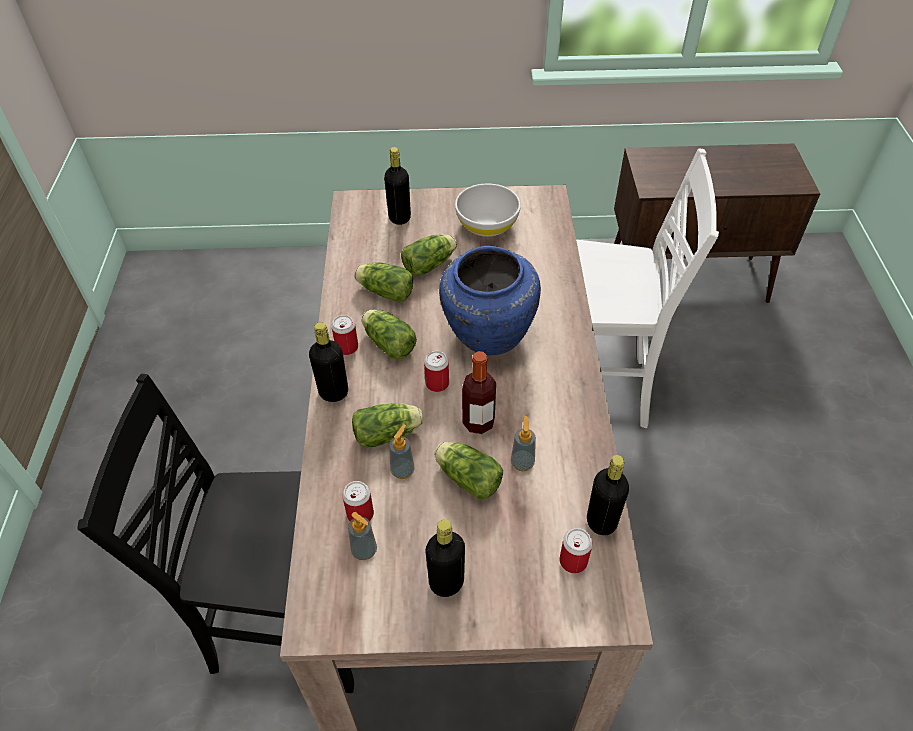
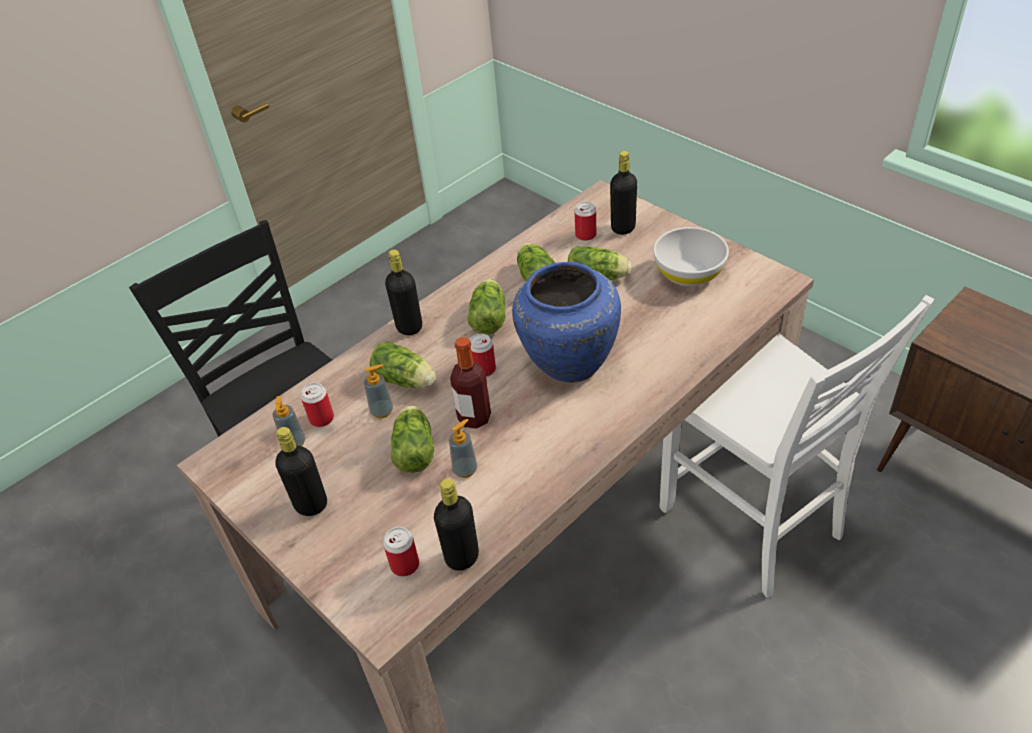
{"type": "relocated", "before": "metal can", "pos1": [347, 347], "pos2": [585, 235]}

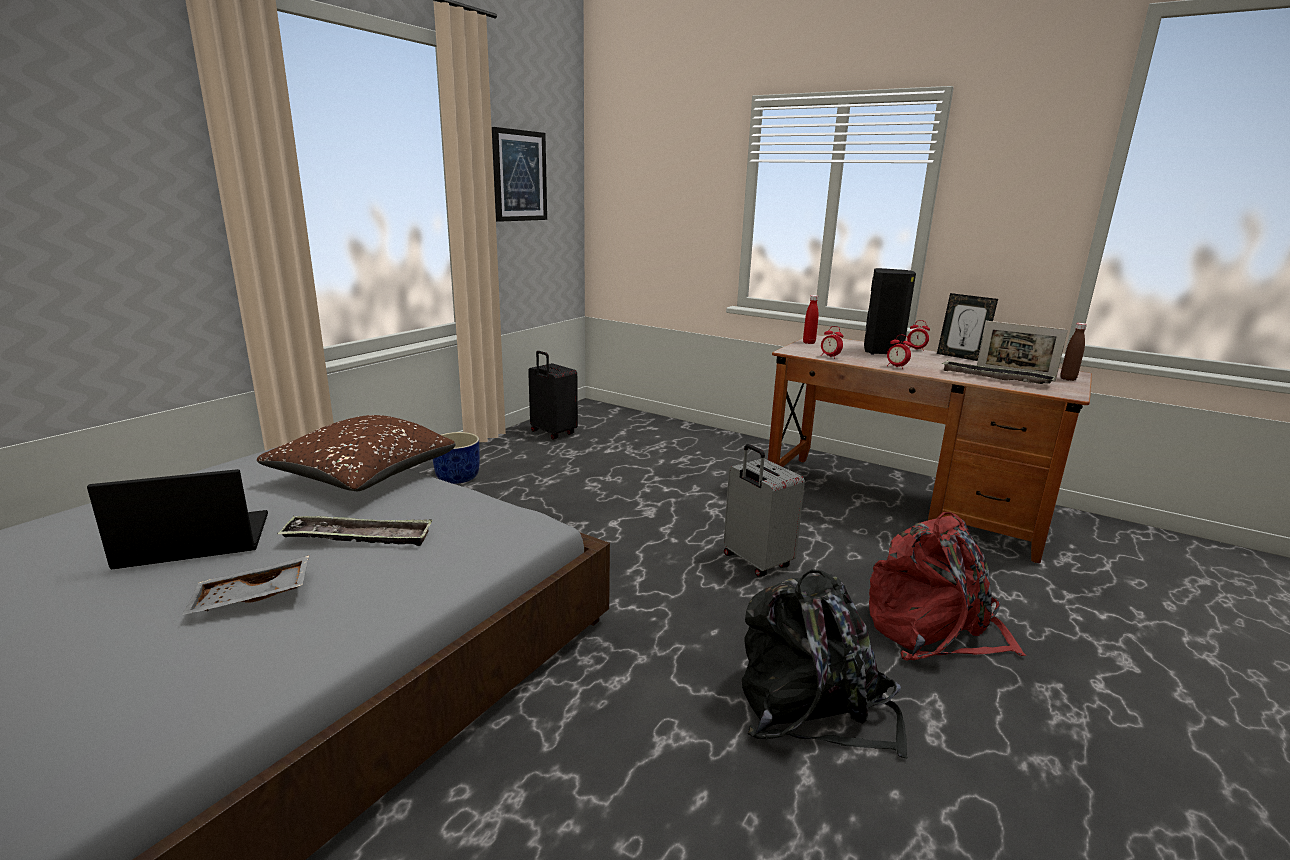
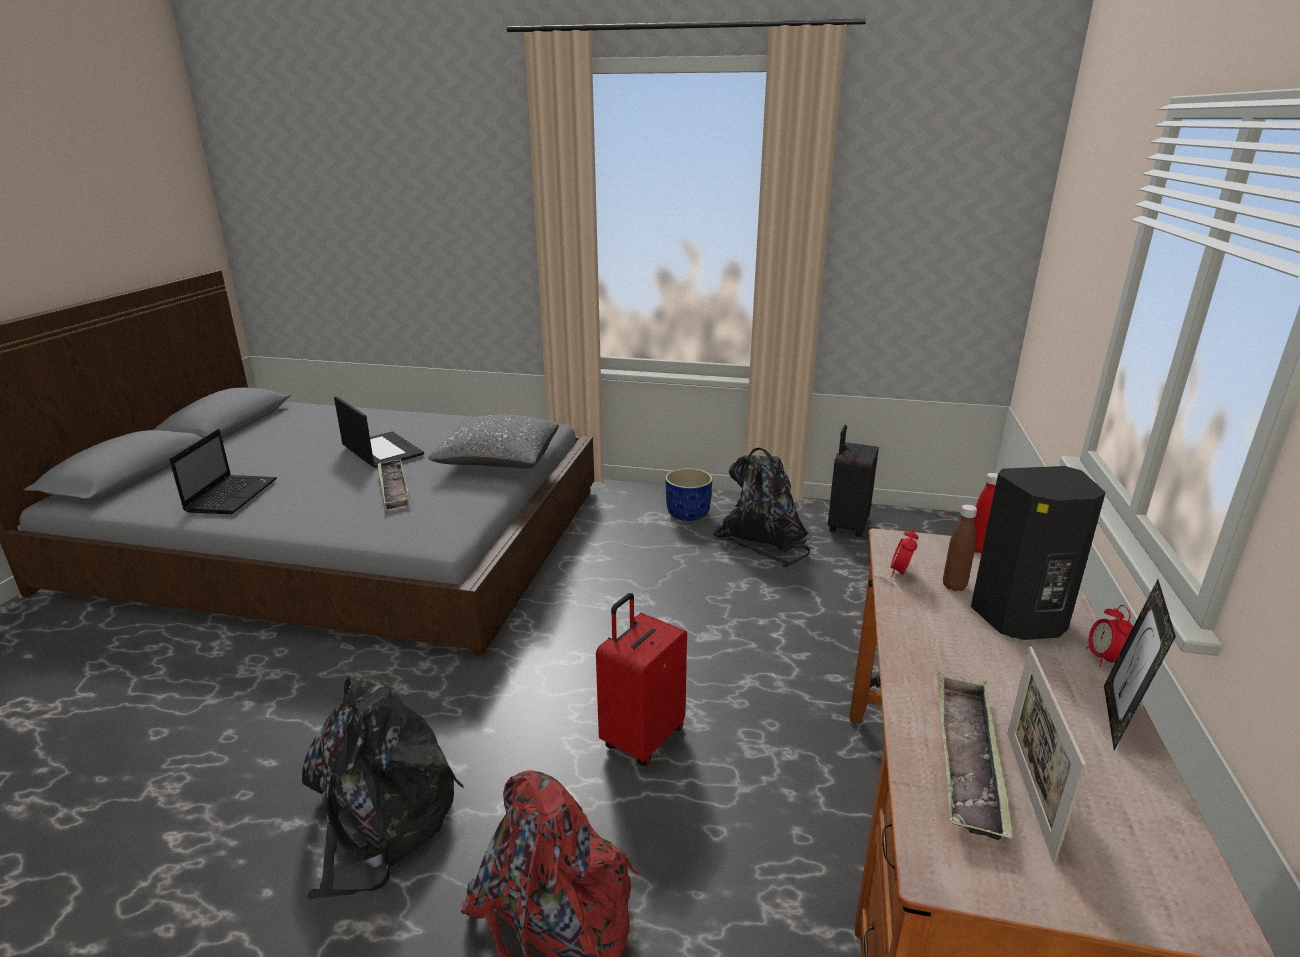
{"type": "appeared", "after": "portable computer", "pos2": [232, 495]}
{"type": "colour", "before": "brown throw pillow", "after": "grey throw pillow", "pos1": [363, 477], "pos2": [498, 460]}
{"type": "colour", "before": "grey travel case", "after": "red travel case", "pos1": [755, 562], "pos2": [641, 738]}
{"type": "appeared", "after": "blackish knapsack", "pos2": [764, 539]}
{"type": "relocated", "before": "brown drink bottle", "pos1": [1068, 379], "pos2": [954, 586]}
{"type": "missing", "before": "grey serving tray", "pos1": [251, 599]}
{"type": "missing", "before": "wall art", "pos1": [519, 176]}
{"type": "missing", "before": "table clock", "pos1": [896, 367]}

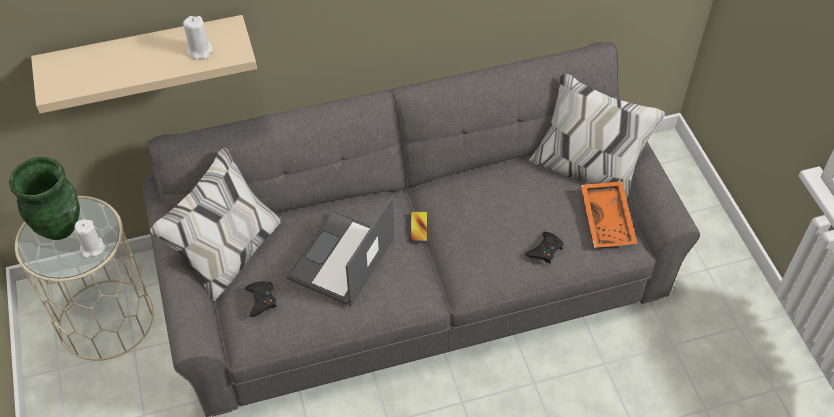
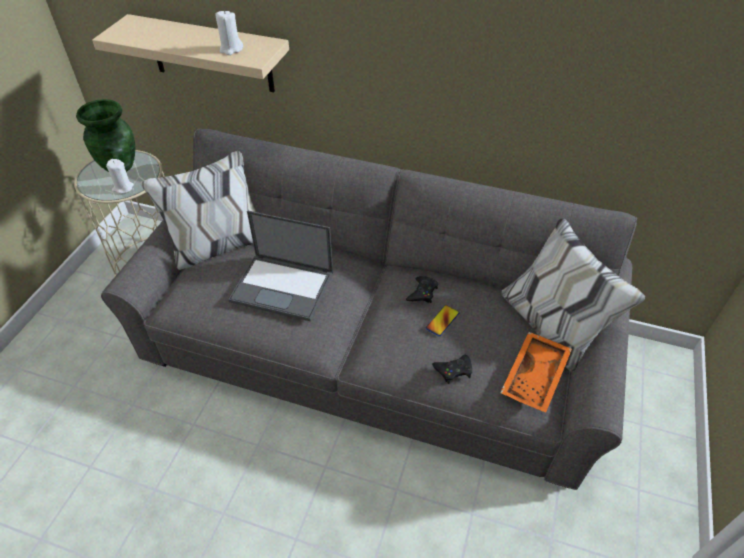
{"type": "spun", "before": "portable computer", "pos1": [341, 259], "pos2": [283, 287], "turn": -135}
{"type": "relocated", "before": "blackish gamepad", "pos1": [261, 300], "pos2": [422, 292]}
{"type": "relocated", "before": "telephone", "pos1": [419, 227], "pos2": [442, 321]}

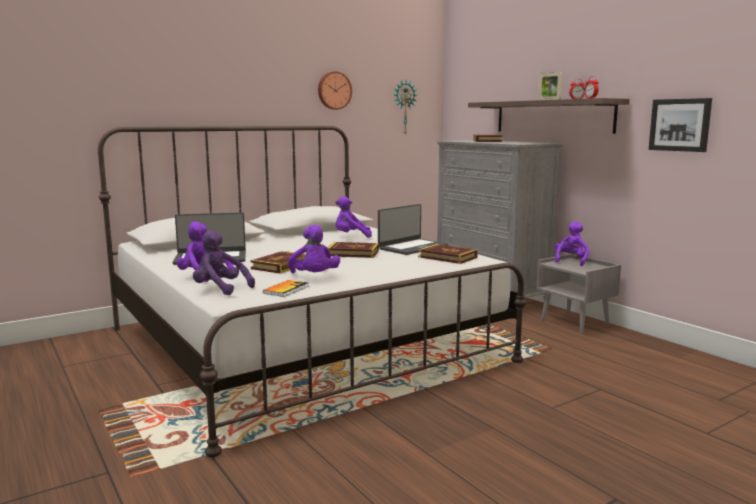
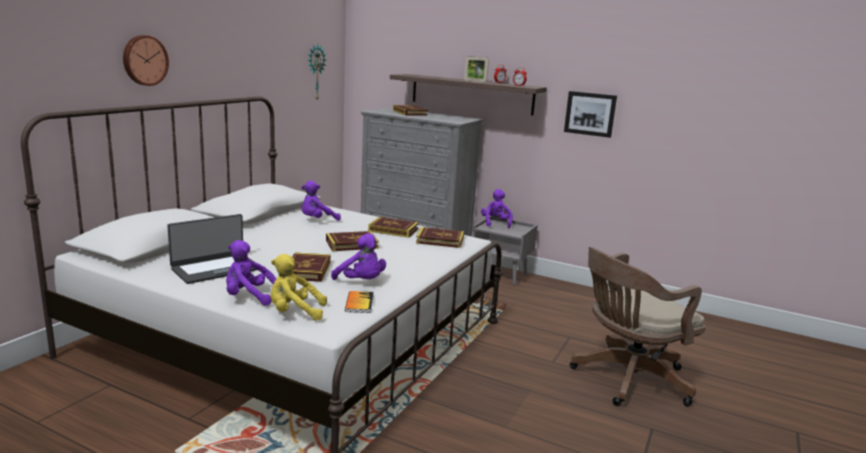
{"type": "relocated", "before": "clock on the wall", "pos1": [334, 90], "pos2": [144, 60]}
{"type": "colour", "before": "purple-coloured soft toy", "after": "yellow soft toy", "pos1": [220, 289], "pos2": [294, 313]}
{"type": "exchanged", "before": "portable computer", "after": "bound book", "pos1": [412, 247], "pos2": [393, 230]}
{"type": "appeared", "after": "brown computer chair", "pos2": [626, 380]}

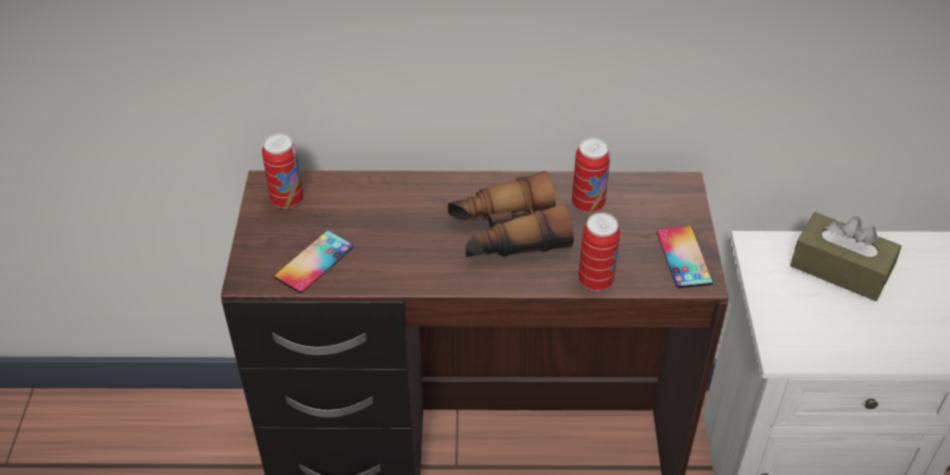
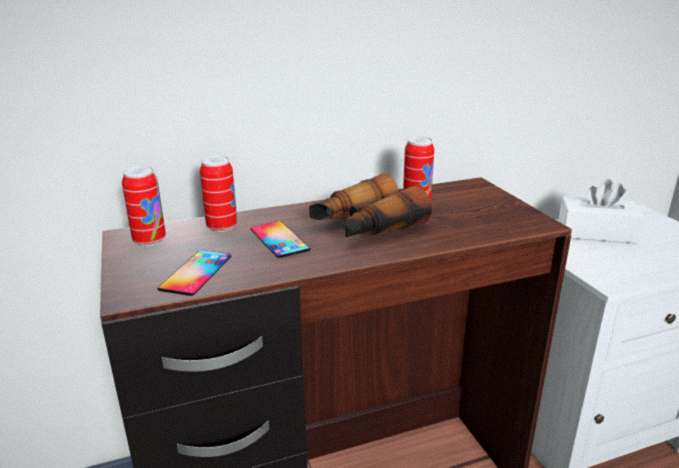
{"type": "relocated", "before": "metal can", "pos1": [595, 281], "pos2": [222, 227]}
{"type": "relocated", "before": "telephone", "pos1": [684, 257], "pos2": [279, 239]}
{"type": "colour", "before": "brown tissue box", "after": "white-coloured tissue box", "pos1": [840, 269], "pos2": [595, 233]}

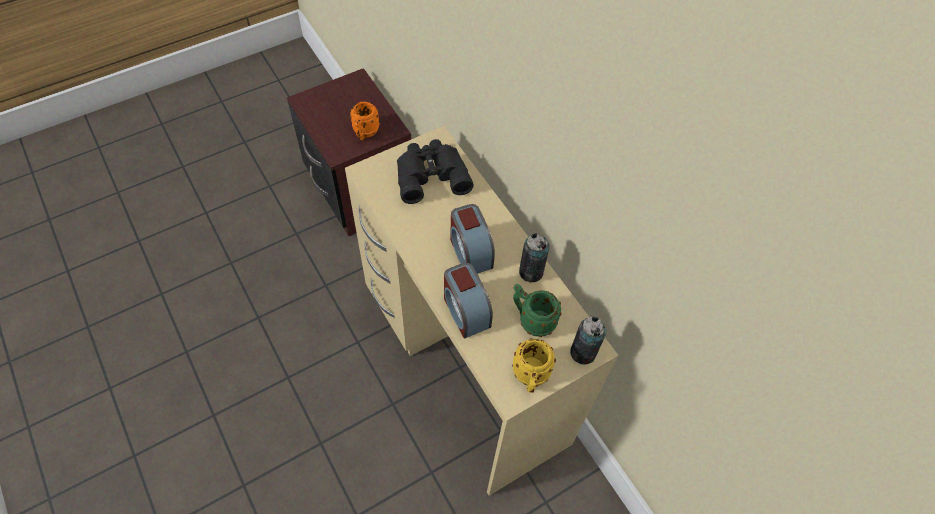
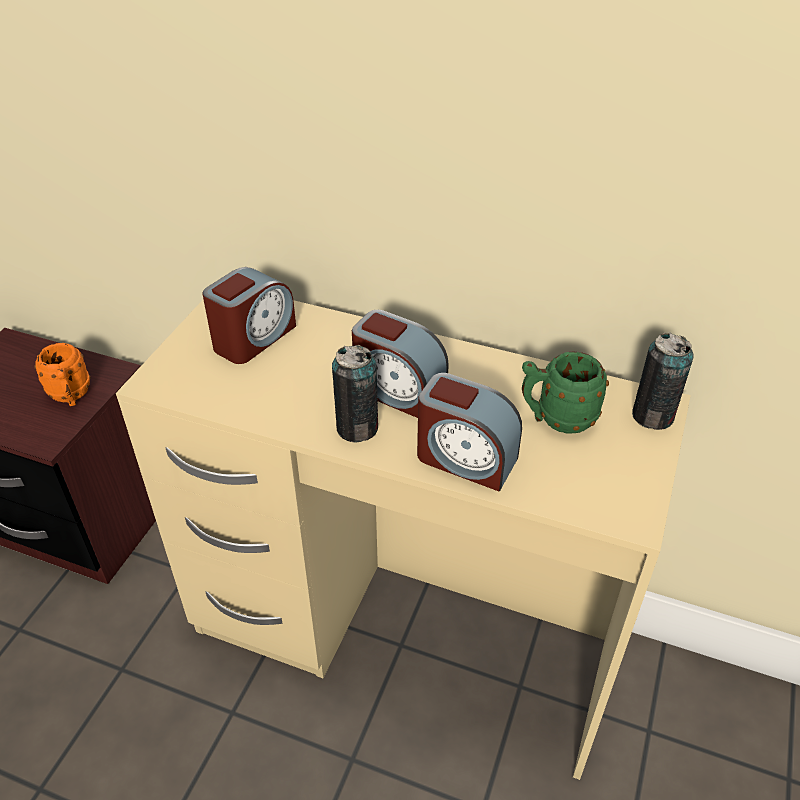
{"type": "exchanged", "before": "blackish binoculars", "after": "table clock", "pos1": [430, 174], "pos2": [253, 338]}
{"type": "relocated", "before": "metal can", "pos1": [531, 272], "pos2": [357, 428]}
{"type": "missing", "before": "yellow mug", "pos1": [530, 378]}

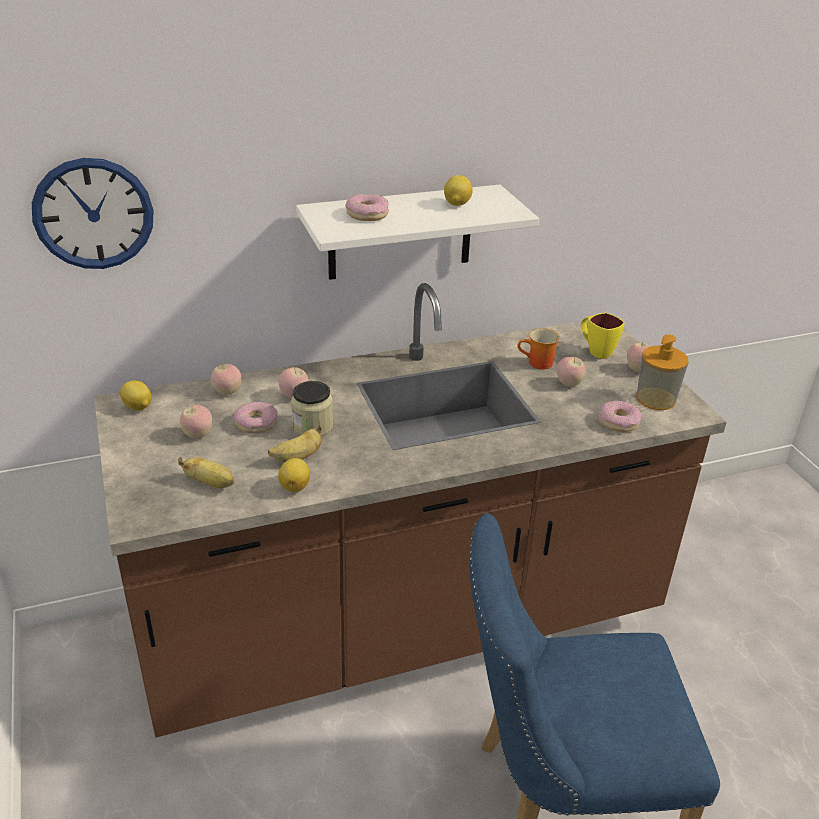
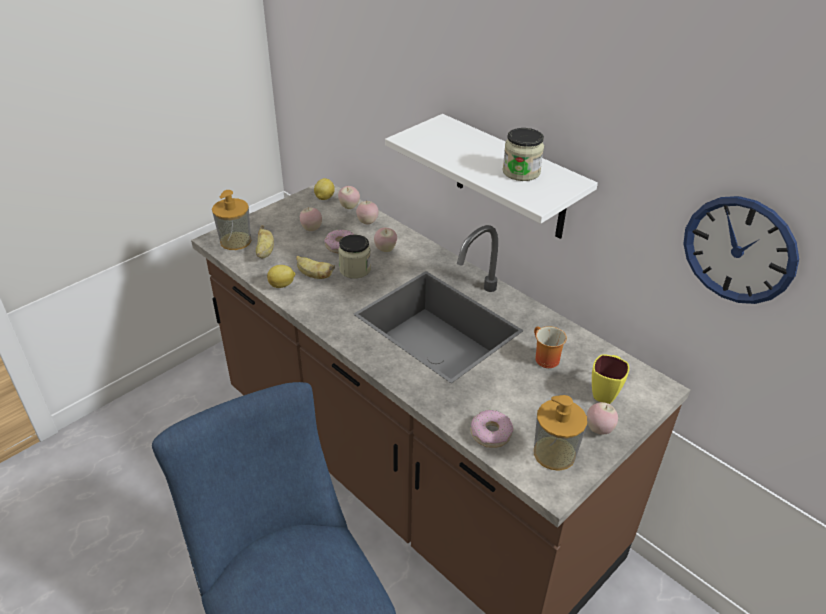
{"type": "appeared", "after": "soap dispenser", "pos2": [235, 241]}
{"type": "relocated", "before": "apple fruit", "pos1": [568, 384], "pos2": [349, 207]}
{"type": "exchanged", "before": "whole lemon", "after": "jar", "pos1": [456, 204], "pos2": [521, 172]}
{"type": "relocated", "before": "clock on the wall", "pos1": [93, 214], "pos2": [739, 250]}
{"type": "missing", "before": "ring doughnut", "pos1": [367, 214]}

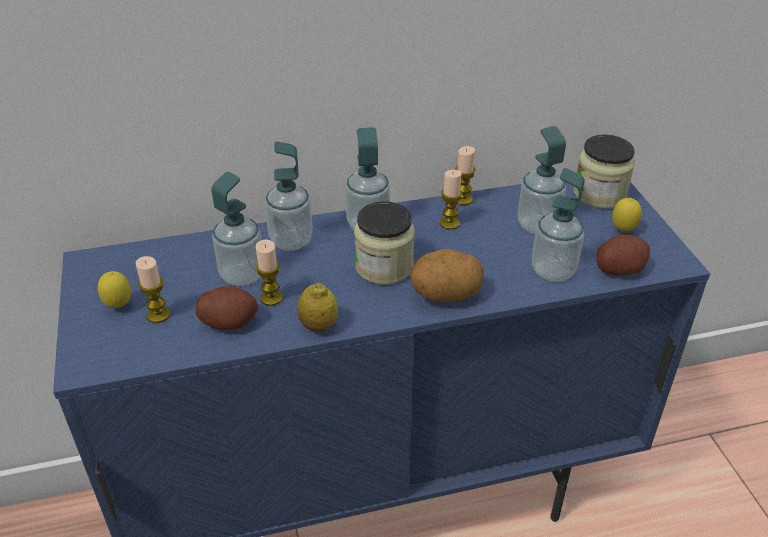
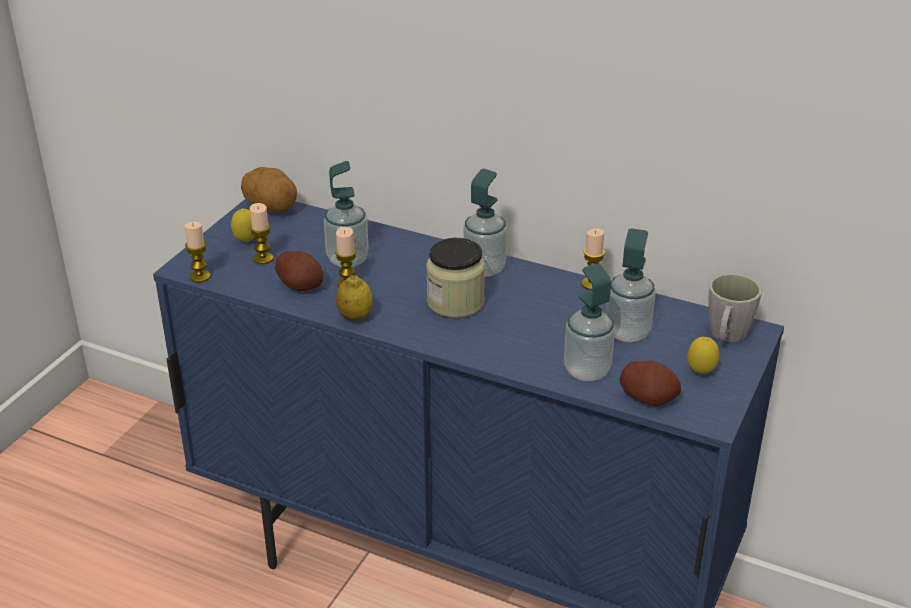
{"type": "relocated", "before": "wax light", "pos1": [449, 223], "pos2": [200, 276]}
{"type": "relocated", "before": "potato", "pos1": [445, 295], "pos2": [271, 208]}
{"type": "exchanged", "before": "jar", "after": "grey mug", "pos1": [599, 194], "pos2": [726, 336]}
{"type": "missing", "before": "soap dispenser", "pos1": [291, 241]}

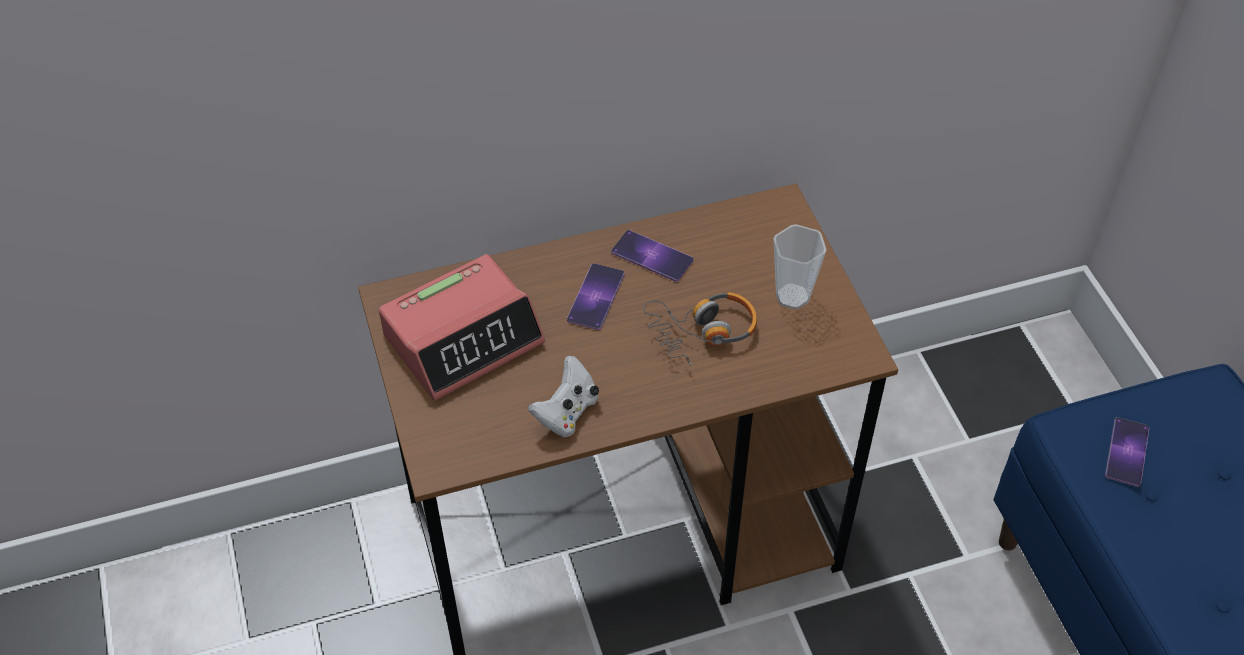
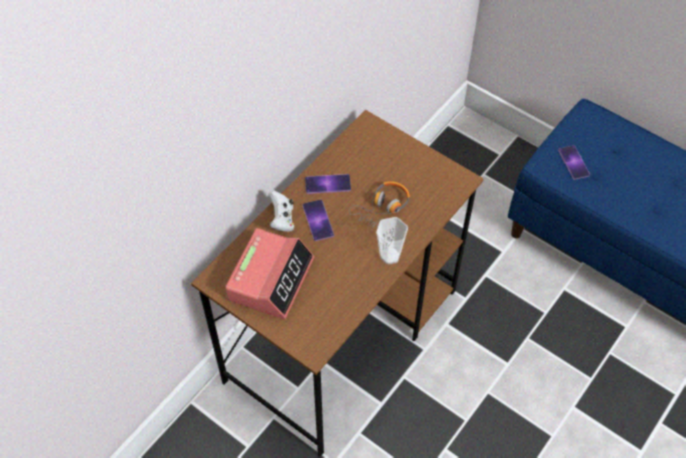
{"type": "relocated", "before": "white-coloured gamepad", "pos1": [567, 412], "pos2": [282, 219]}
{"type": "relocated", "before": "drinking cup", "pos1": [792, 296], "pos2": [390, 256]}

